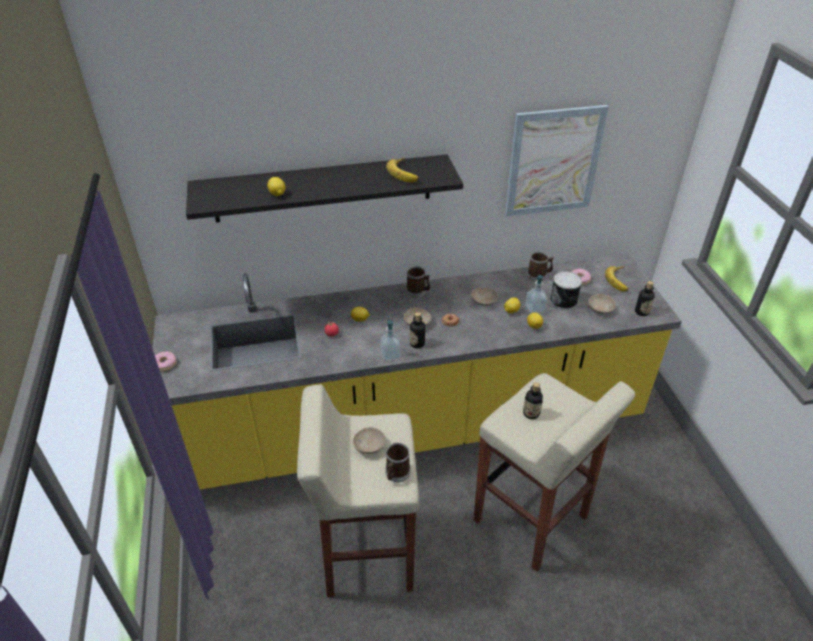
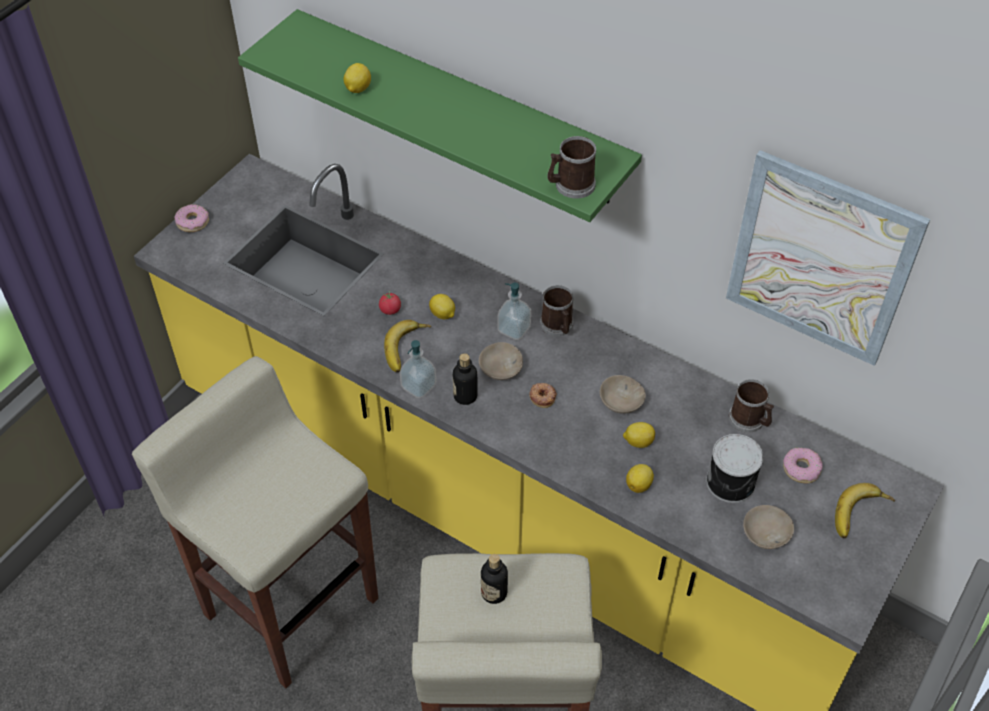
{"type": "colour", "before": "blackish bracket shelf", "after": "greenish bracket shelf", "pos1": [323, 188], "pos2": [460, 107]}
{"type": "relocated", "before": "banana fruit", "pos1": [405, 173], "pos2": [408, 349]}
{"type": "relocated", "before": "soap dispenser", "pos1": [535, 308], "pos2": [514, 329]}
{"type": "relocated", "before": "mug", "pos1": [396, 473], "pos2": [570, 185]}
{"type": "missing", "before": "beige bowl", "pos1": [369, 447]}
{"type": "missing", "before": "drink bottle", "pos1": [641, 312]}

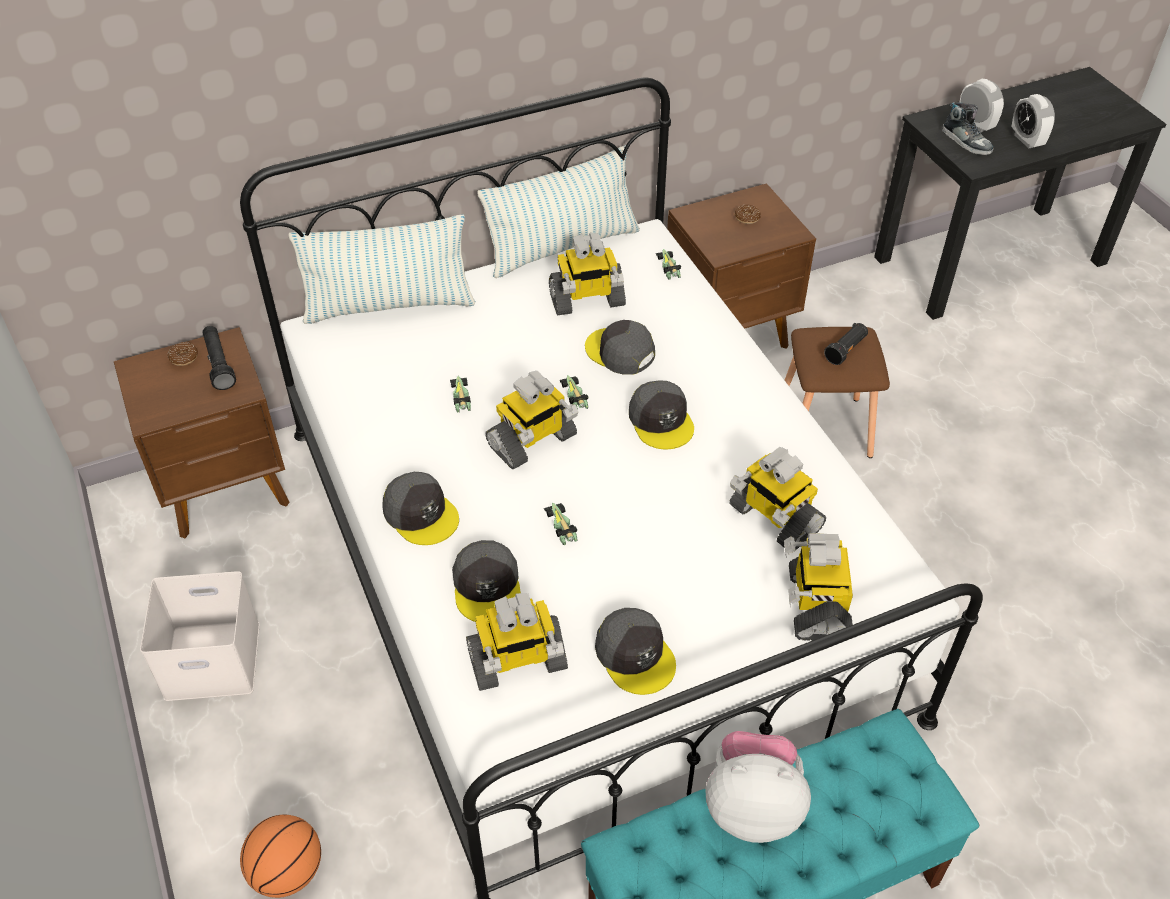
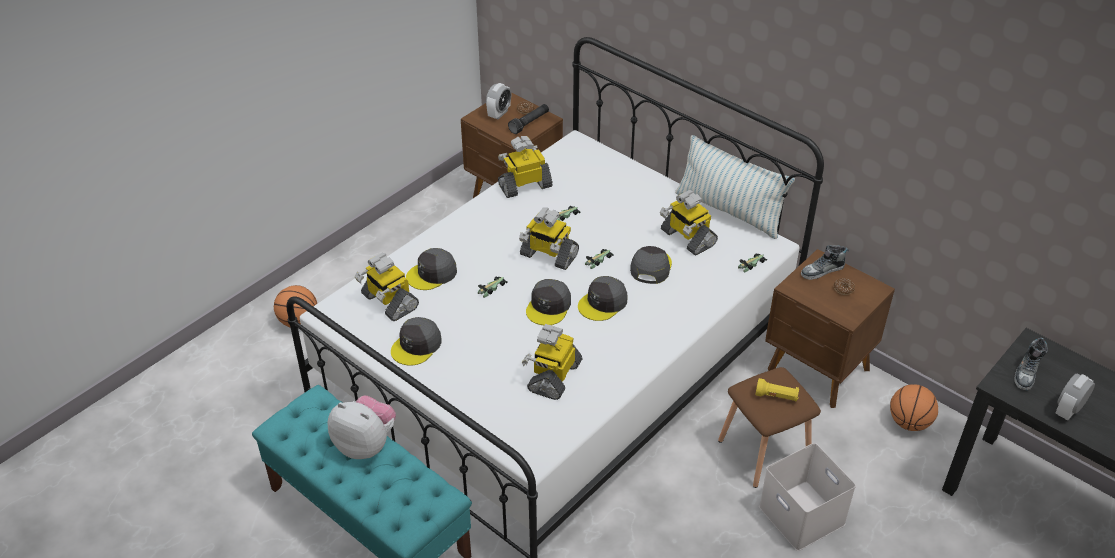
{"type": "spun", "before": "soft toy", "pos1": [752, 806], "pos2": [366, 444], "turn": -45}
{"type": "relocated", "before": "table clock", "pos1": [975, 124], "pos2": [499, 113]}
{"type": "relocated", "before": "robot figure", "pos1": [816, 604], "pos2": [525, 185]}
{"type": "relocated", "before": "grey cap", "pos1": [421, 514], "pos2": [549, 306]}
{"type": "colour", "before": "blackish torch", "after": "yellow torch", "pos1": [846, 350], "pos2": [776, 396]}
{"type": "relocated", "before": "white-coloured storage bin", "pos1": [214, 658], "pos2": [803, 515]}
{"type": "appeared", "after": "low shoe", "pos2": [822, 271]}
{"type": "appeared", "after": "basketball ball", "pos2": [909, 422]}
{"type": "missing", "before": "throw pillow", "pos1": [389, 306]}

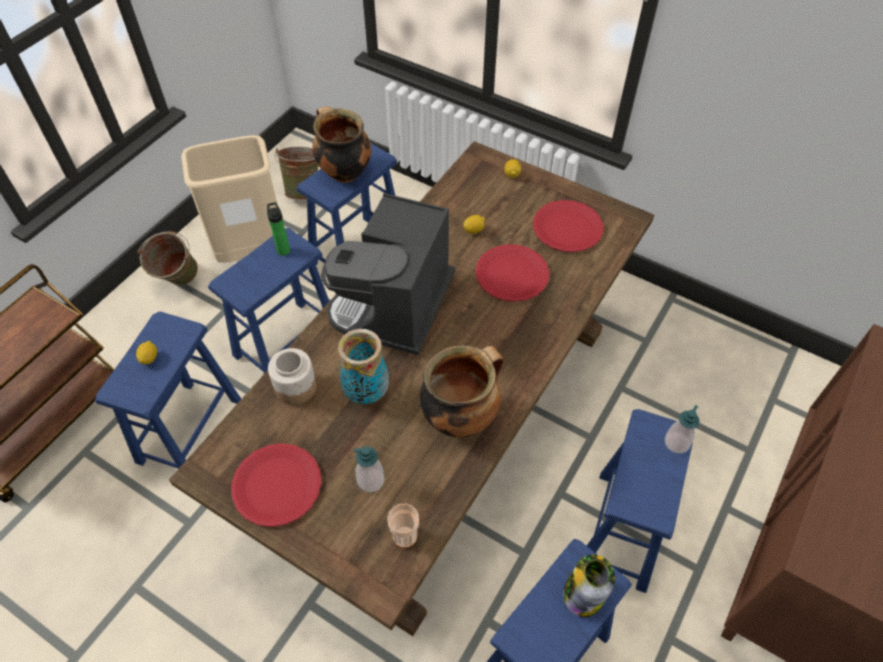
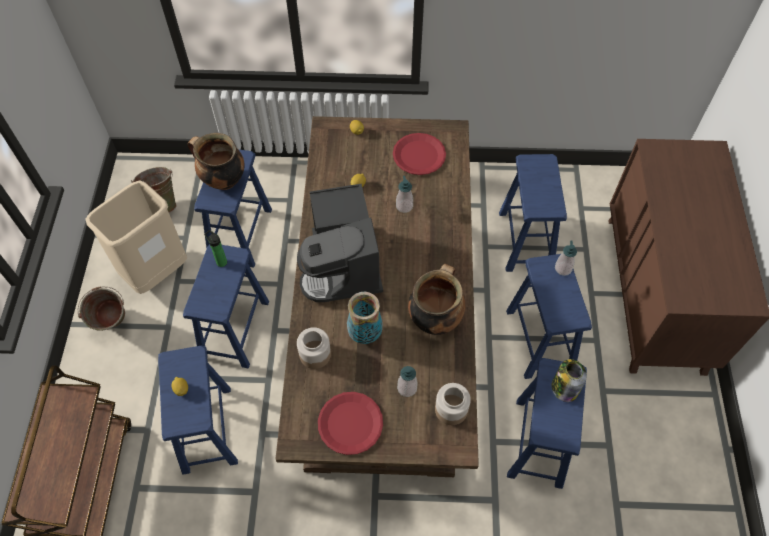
{"type": "exchanged", "before": "red flat dish", "after": "soap dispenser", "pos1": [511, 274], "pos2": [404, 206]}
{"type": "exchanged", "before": "drinking cup", "after": "jar", "pos1": [405, 536], "pos2": [451, 410]}
{"type": "appeared", "after": "blue-coloured stool", "pos2": [525, 241]}

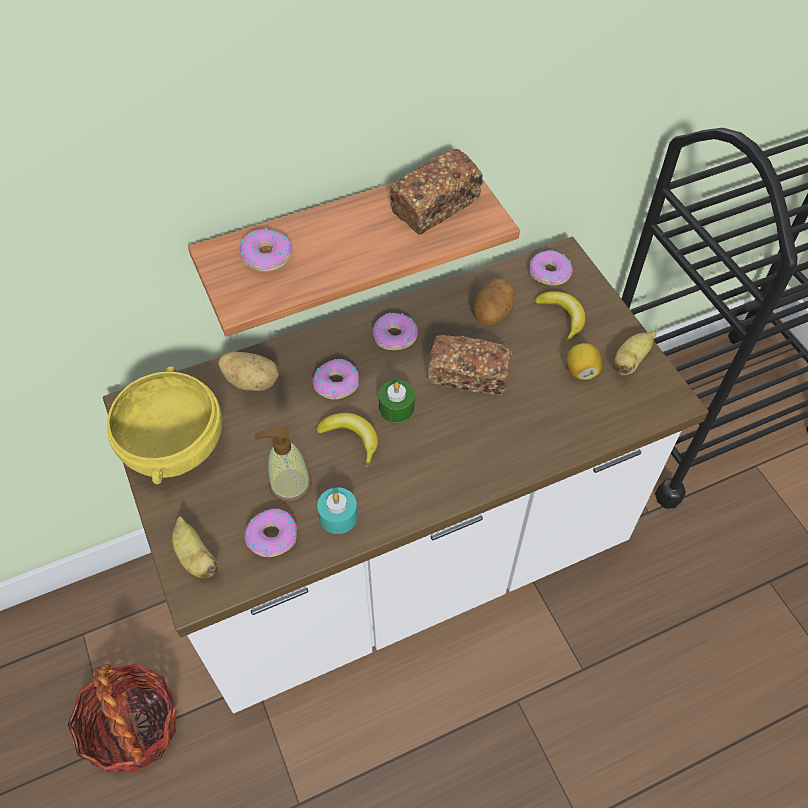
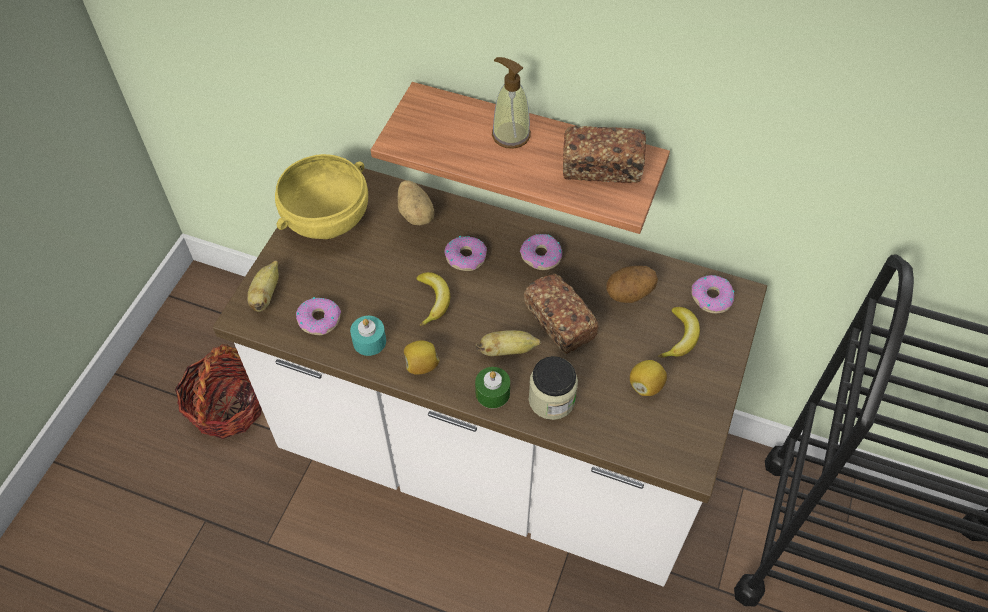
{"type": "appeared", "after": "whole lemon", "pos2": [421, 365]}
{"type": "relocated", "before": "banana fruit", "pos1": [630, 361], "pos2": [507, 350]}
{"type": "relocated", "before": "greenish wax light", "pos1": [396, 407], "pos2": [492, 393]}
{"type": "relocated", "before": "soap dispenser", "pos1": [290, 485], "pos2": [510, 135]}
{"type": "appeared", "after": "jar", "pos2": [551, 399]}
{"type": "missing", "before": "ring doughnut", "pos1": [266, 255]}

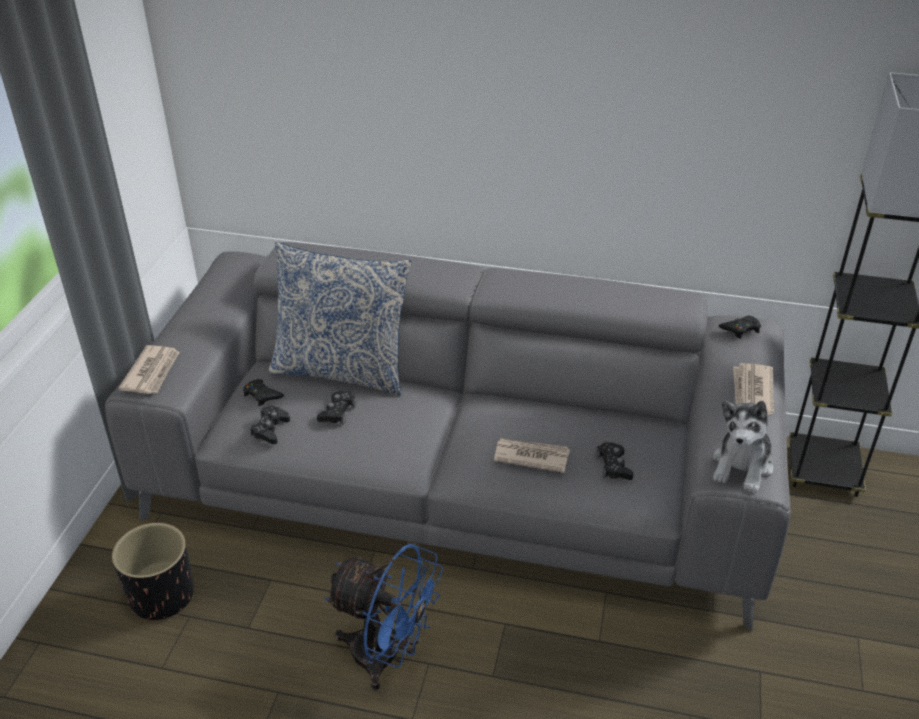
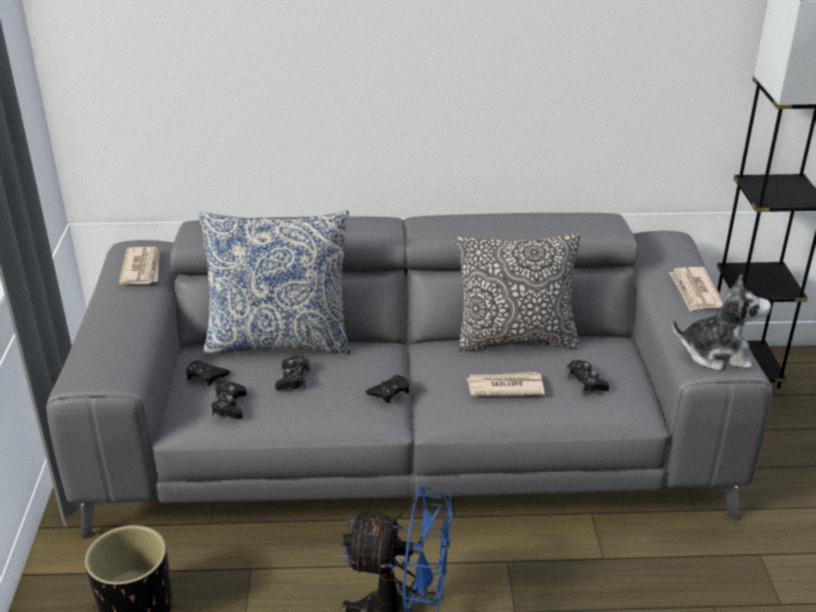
{"type": "relocated", "before": "printed paper", "pos1": [152, 372], "pos2": [142, 268]}
{"type": "relocated", "before": "blackish gamepad", "pos1": [741, 329], "pos2": [389, 392]}
{"type": "appeared", "after": "throw pillow", "pos2": [515, 339]}
{"type": "spun", "before": "soft toy", "pos1": [742, 466], "pos2": [716, 354], "turn": -90}

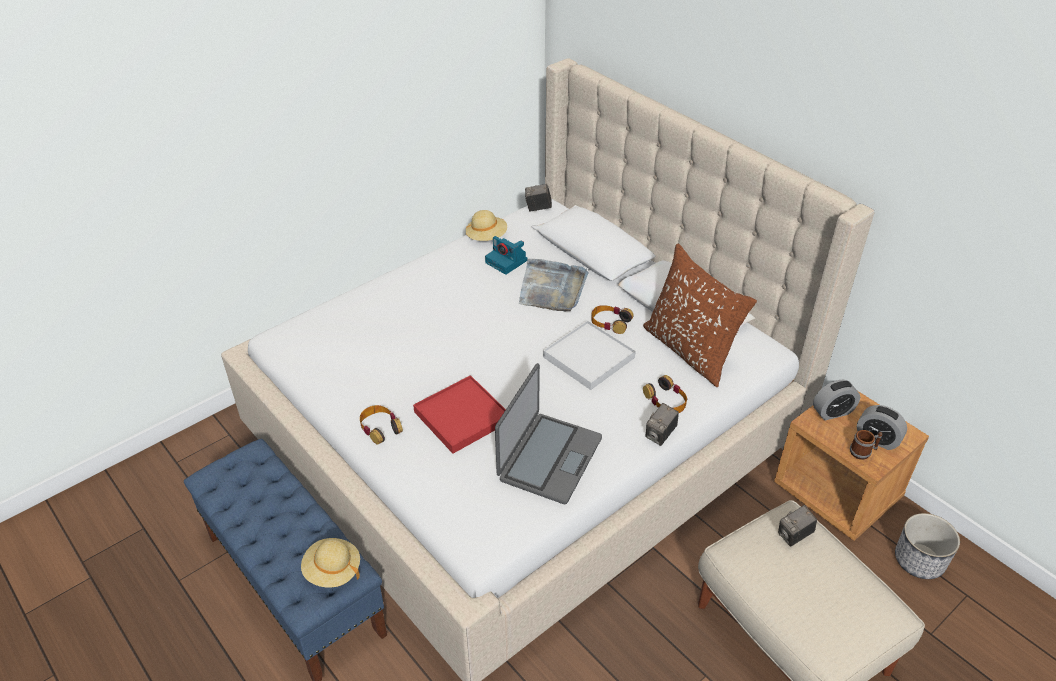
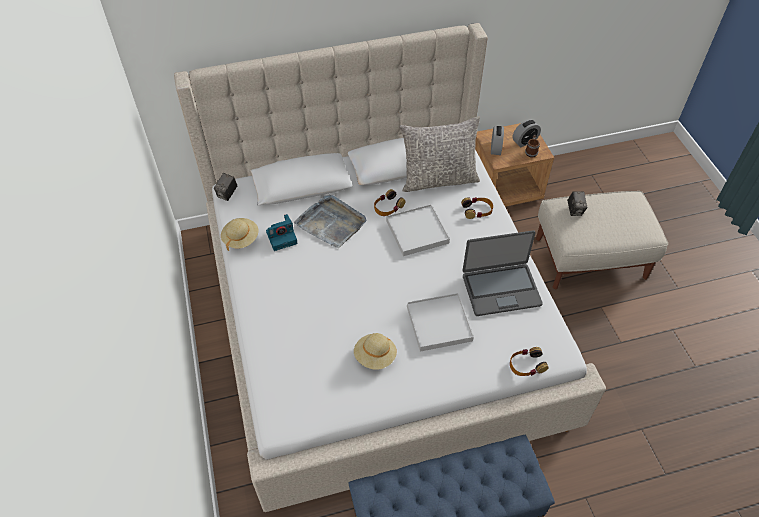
{"type": "relocated", "before": "beige hat", "pos1": [332, 571], "pos2": [375, 357]}
{"type": "colour", "before": "brown throw pillow", "after": "grey throw pillow", "pos1": [690, 350], "pos2": [438, 179]}
{"type": "colour", "before": "red serving tray", "after": "white-coloured serving tray", "pos1": [462, 417], "pos2": [439, 323]}
{"type": "spun", "before": "portable computer", "pos1": [549, 458], "pos2": [500, 289], "turn": 120}
{"type": "relocated", "before": "pair of headphones", "pos1": [380, 428], "pos2": [526, 365]}
{"type": "missing", "before": "photo camera", "pos1": [660, 435]}
{"type": "missing", "before": "flower pot", "pos1": [919, 561]}

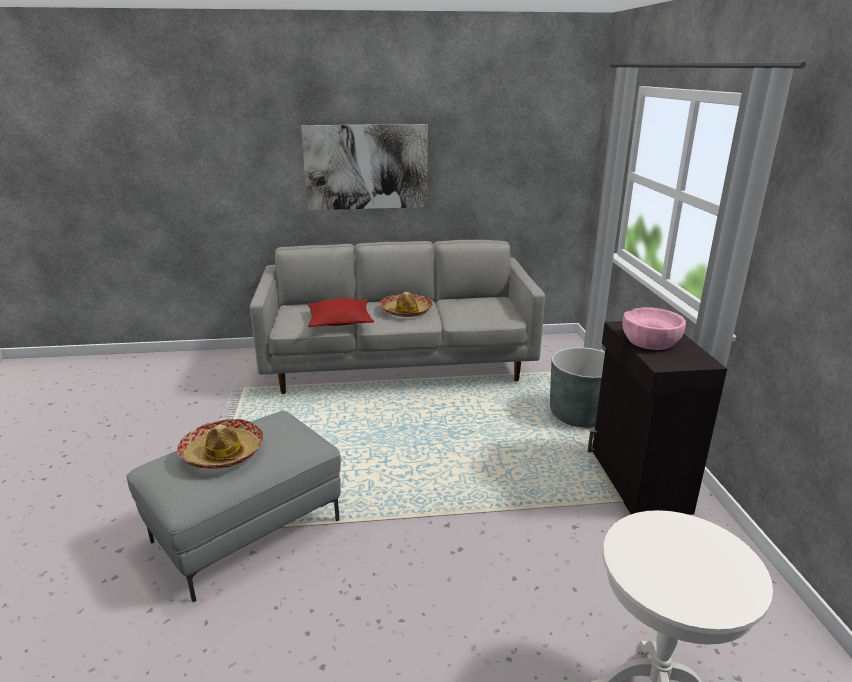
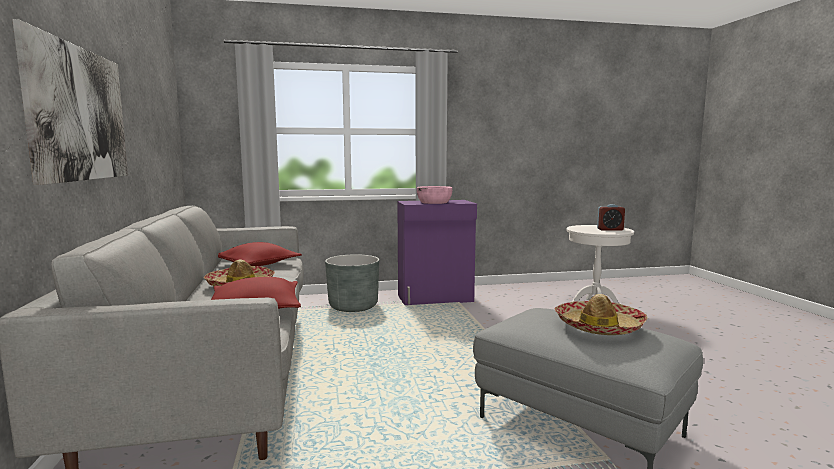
{"type": "appeared", "after": "red throw pillow", "pos2": [257, 264]}
{"type": "colour", "before": "blackish cabinet", "after": "purple-coloured cabinet", "pos1": [637, 481], "pos2": [436, 298]}
{"type": "appeared", "after": "table clock", "pos2": [610, 229]}

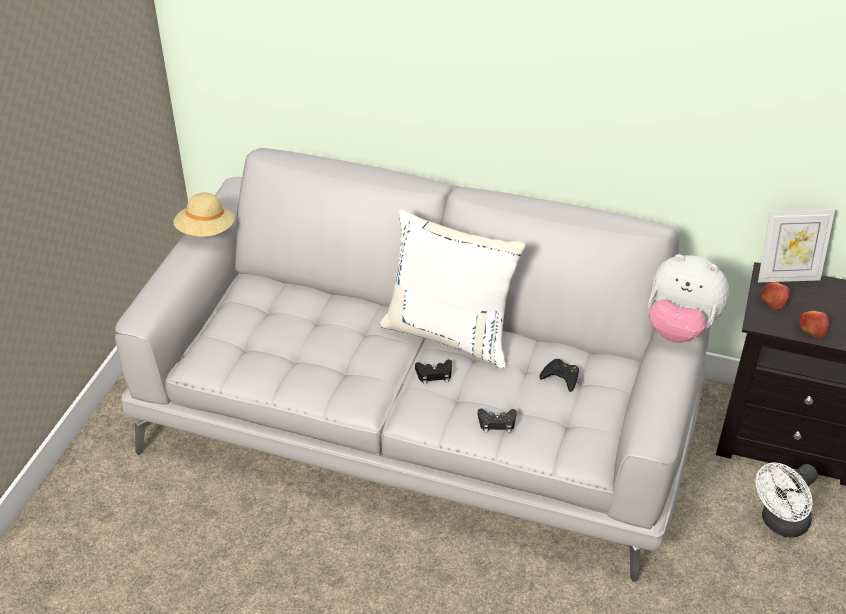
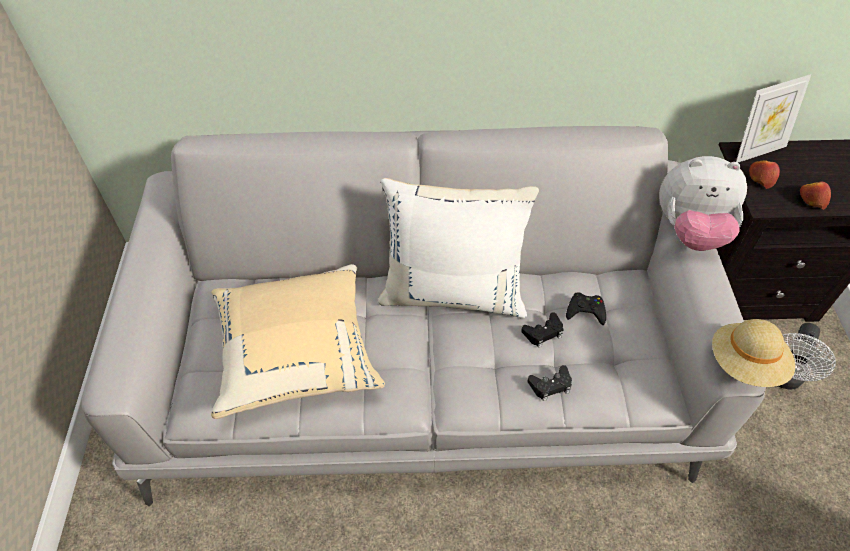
{"type": "appeared", "after": "beige throw pillow", "pos2": [297, 353]}
{"type": "relocated", "before": "blackish gamepad", "pos1": [434, 374], "pos2": [543, 333]}
{"type": "relocated", "before": "beige hat", "pos1": [206, 231], "pos2": [745, 364]}

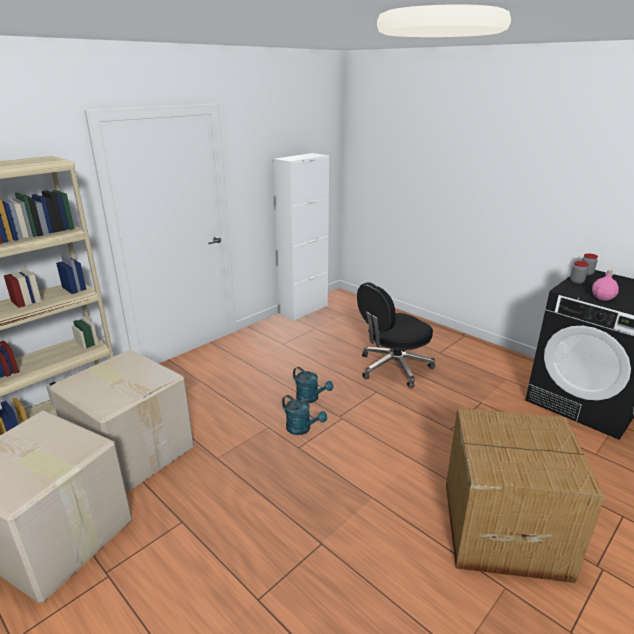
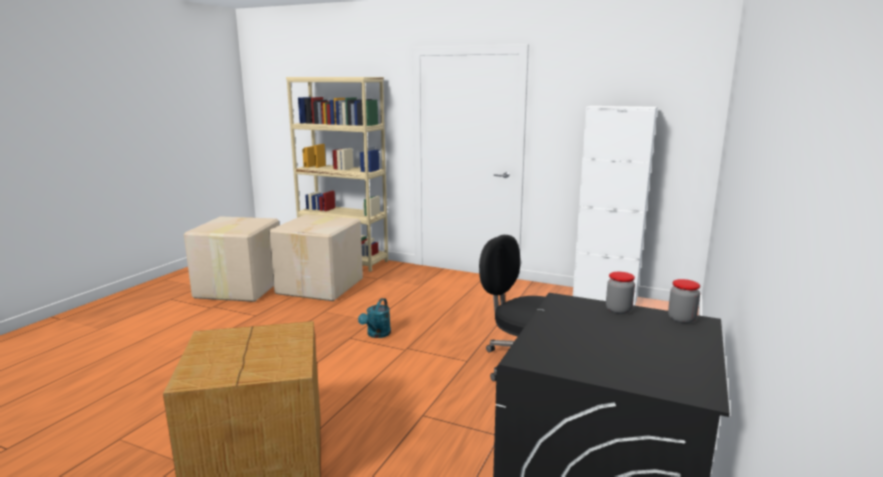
{"type": "missing", "before": "blue-green watering pot", "pos1": [310, 398]}
{"type": "missing", "before": "pink drink bottle", "pos1": [602, 297]}

